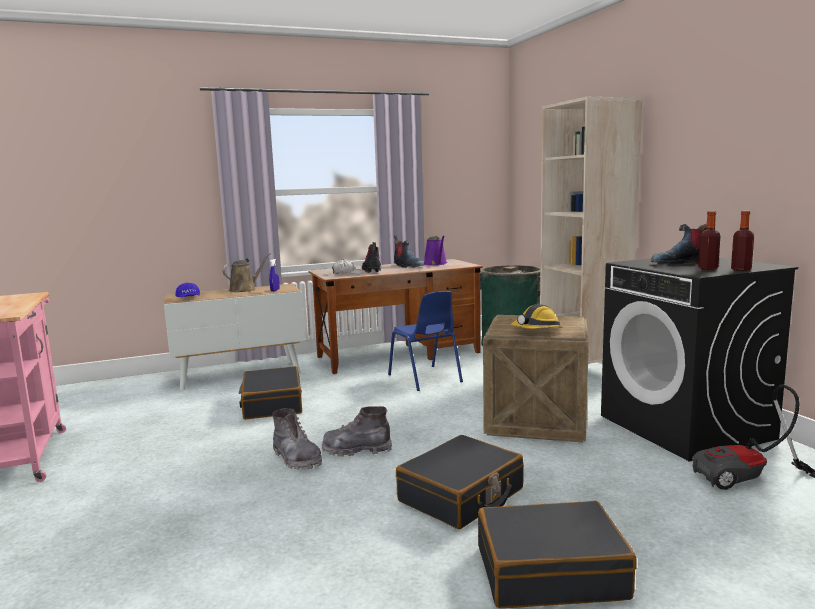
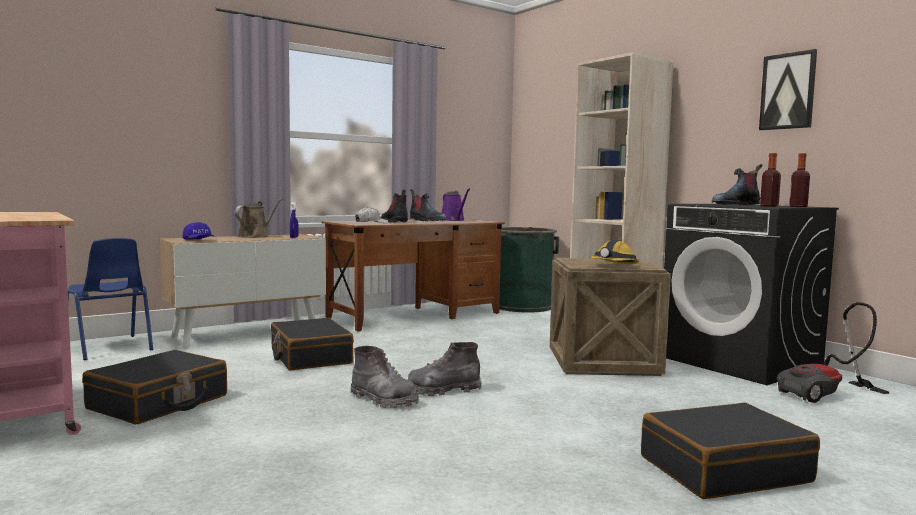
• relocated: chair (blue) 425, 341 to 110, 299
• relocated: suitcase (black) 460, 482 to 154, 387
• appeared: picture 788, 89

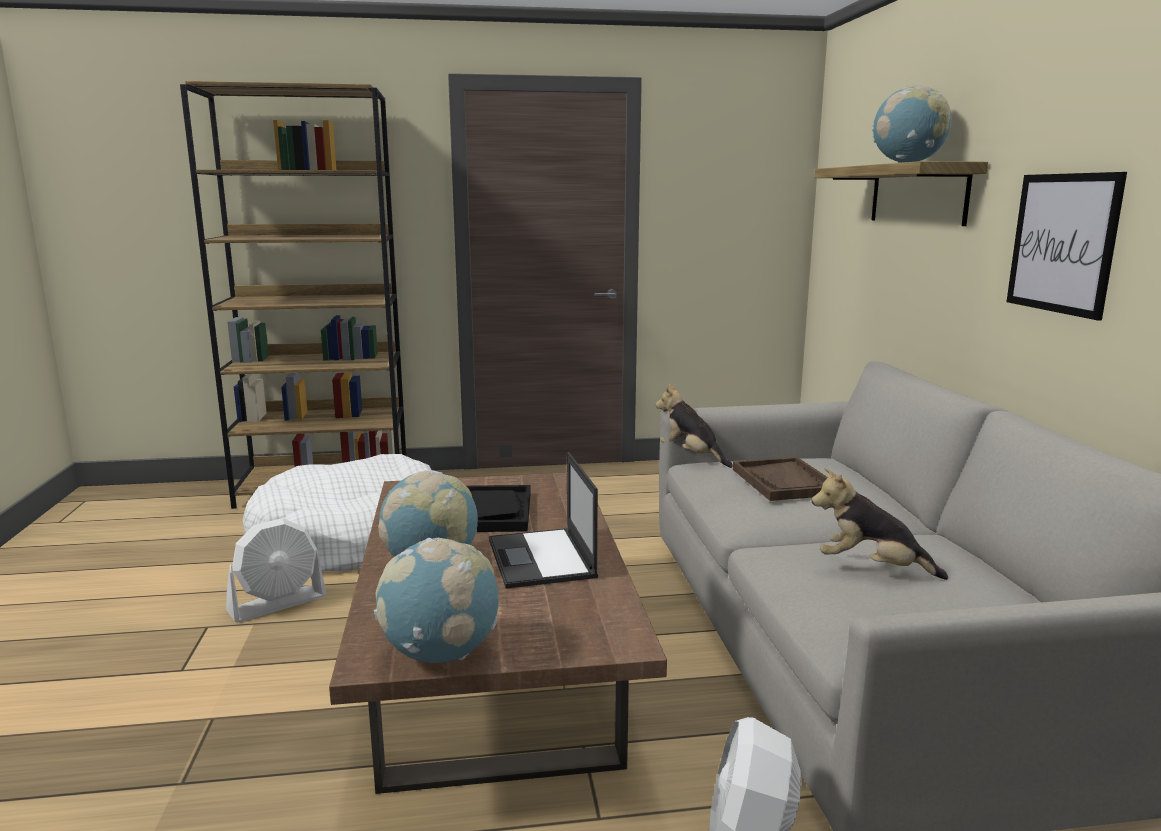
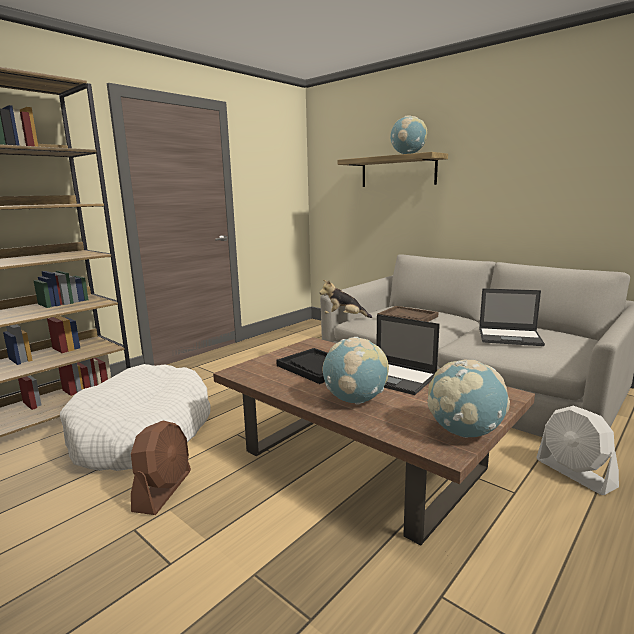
• colour: fan (white) 276, 570 to fan (brown) 161, 468
• exchanged: plush toy 880, 524 to laptop 512, 317
• missing: picture 1066, 246

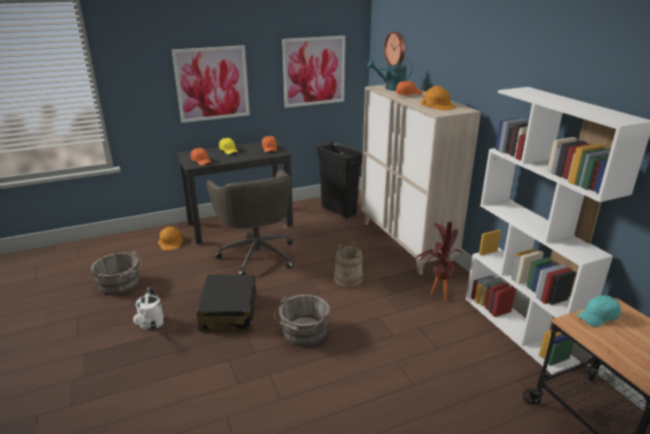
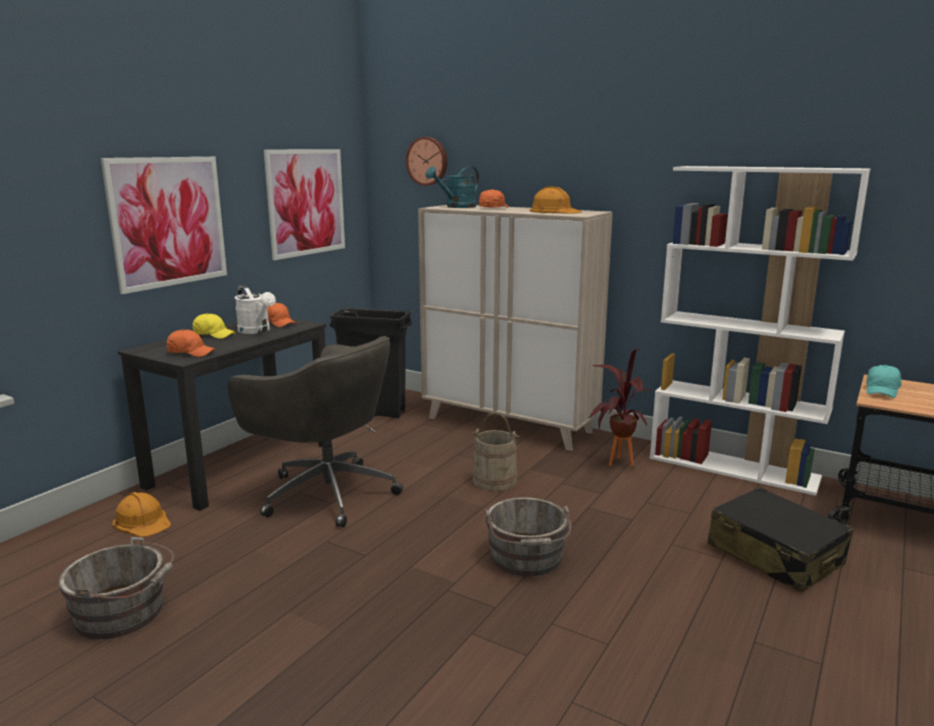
• relocated: watering can (white) 149, 308 to 255, 309
• relocated: suitcase (black) 226, 302 to 780, 540

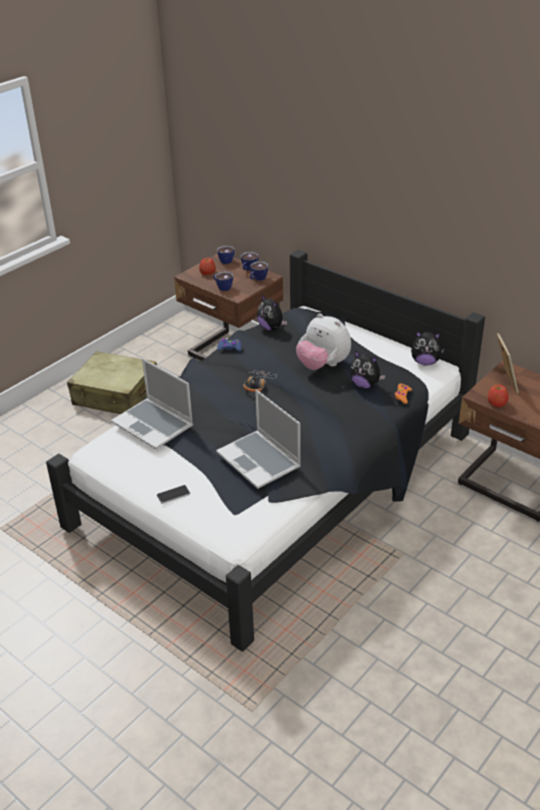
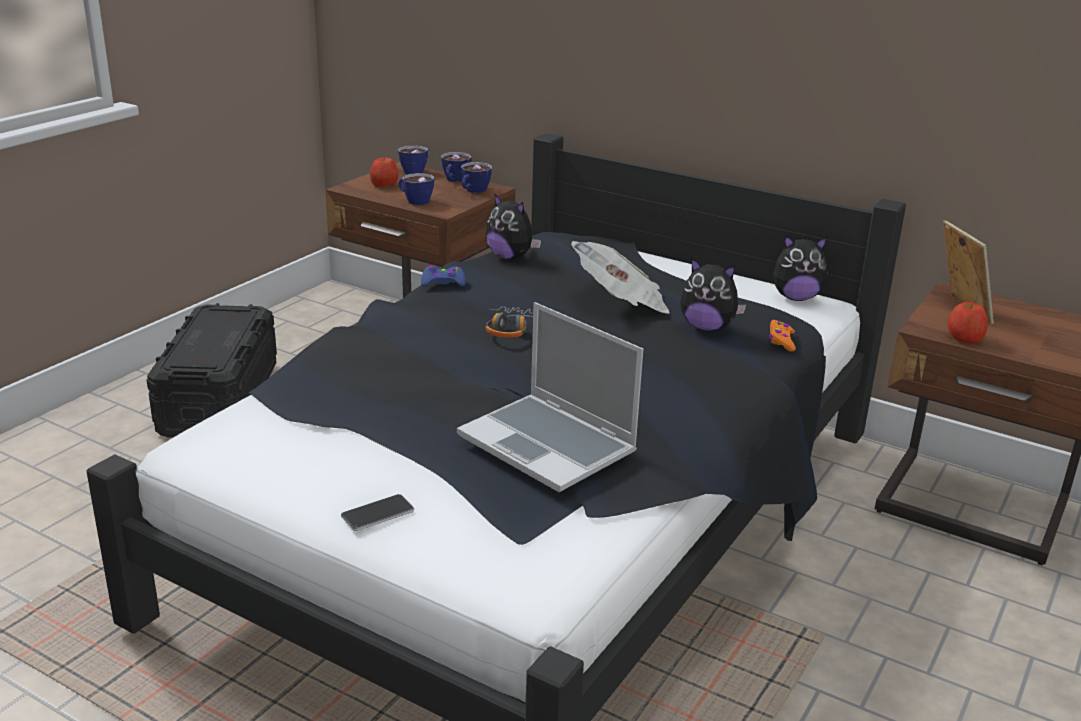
• exchanged: suitcase (beige) 112, 382 to storage box (black) 212, 370
• exchanged: plush toy 323, 342 to newspaper 620, 277
• missing: laptop 152, 403

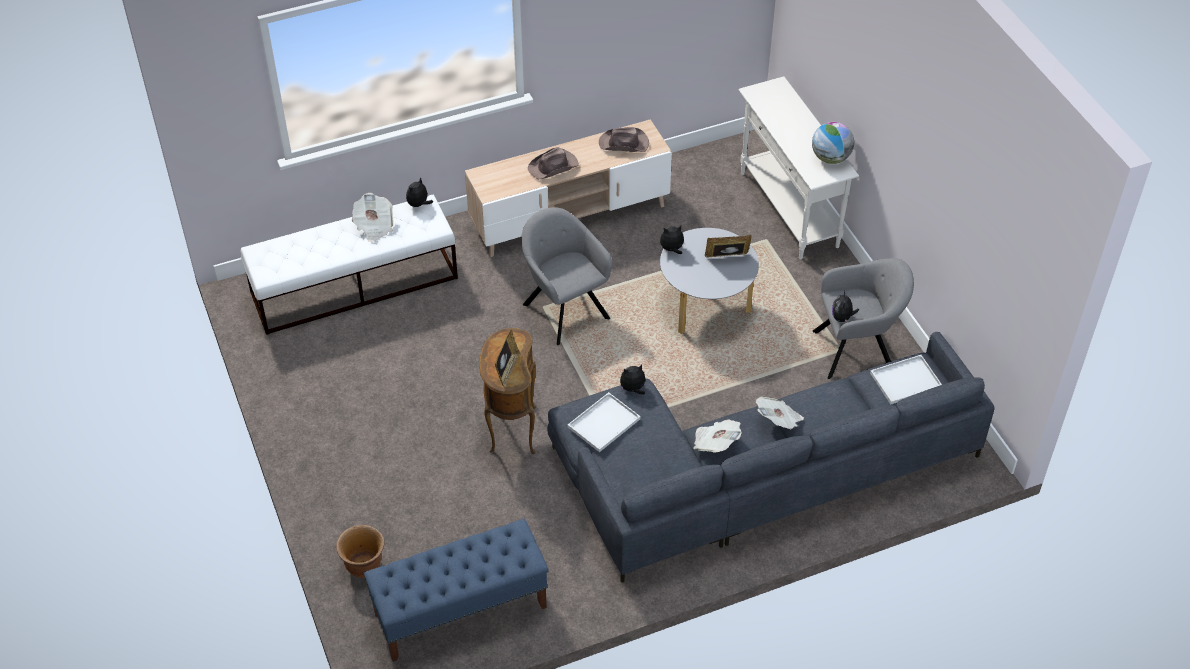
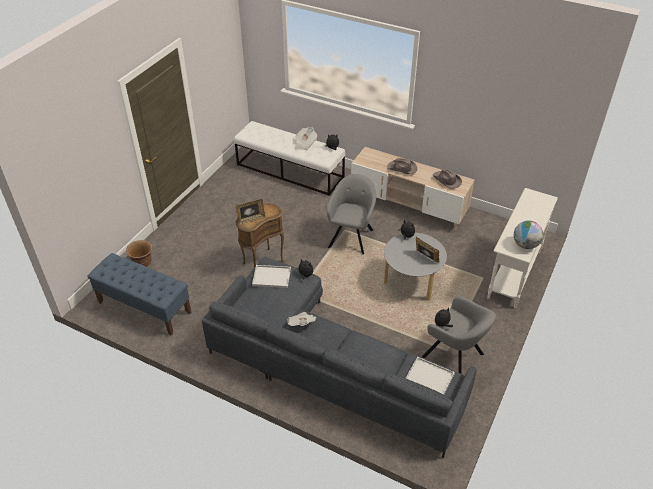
• missing: newspaper 780, 413

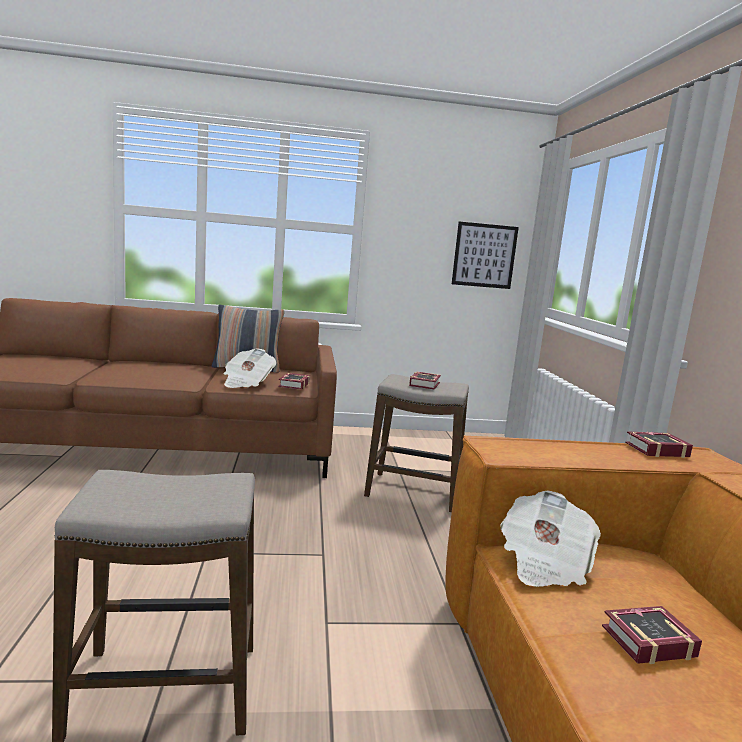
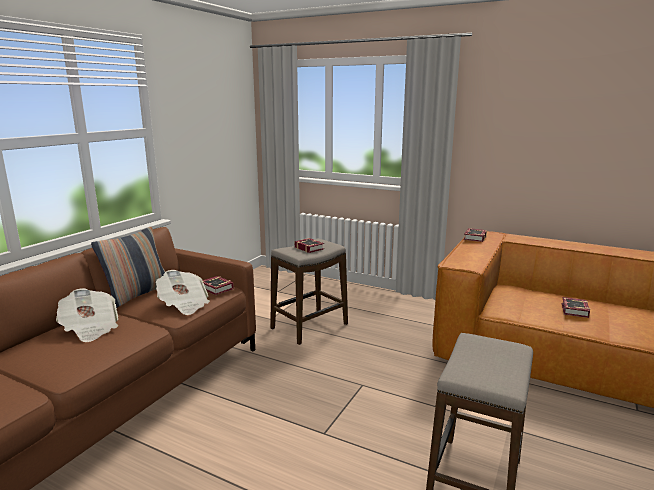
• relocated: newspaper 550, 539 to 87, 315
• missing: picture 485, 255

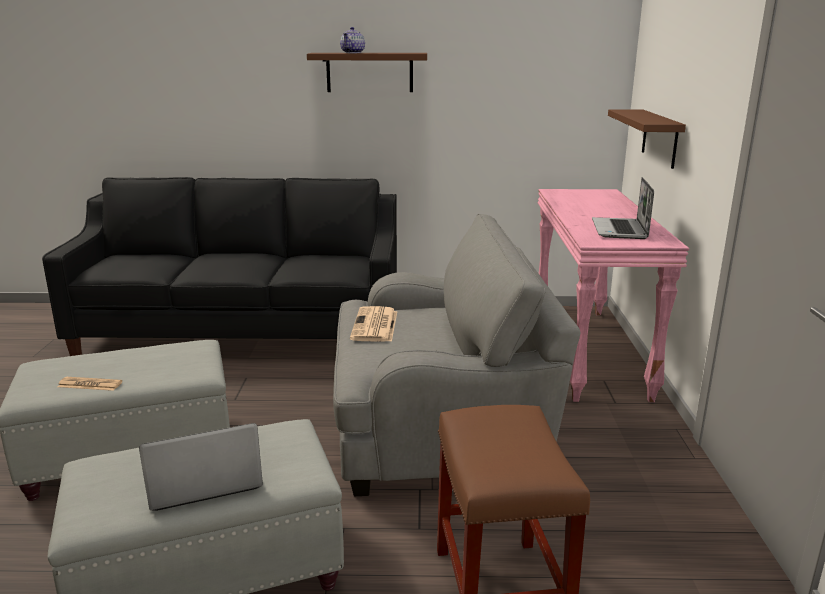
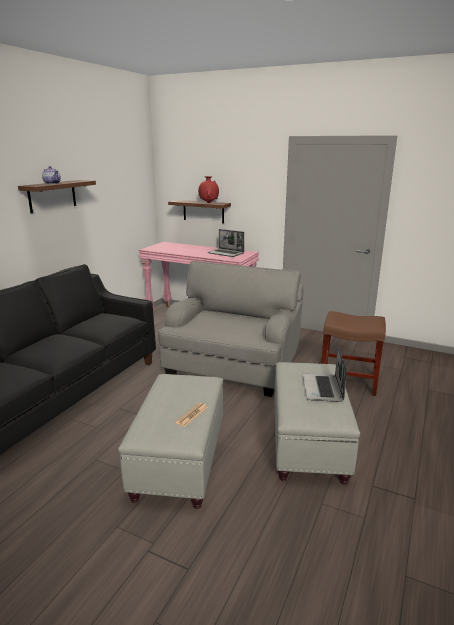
• appeared: vase (red) 208, 189
• missing: newspaper 373, 324

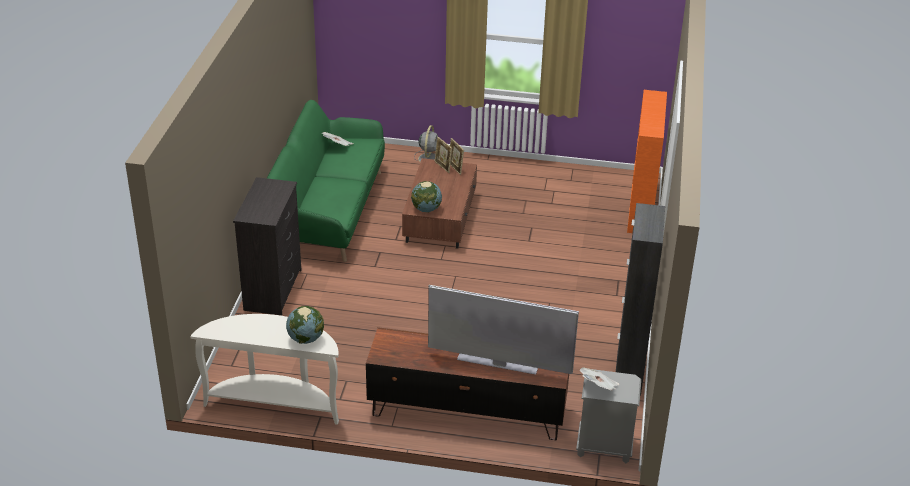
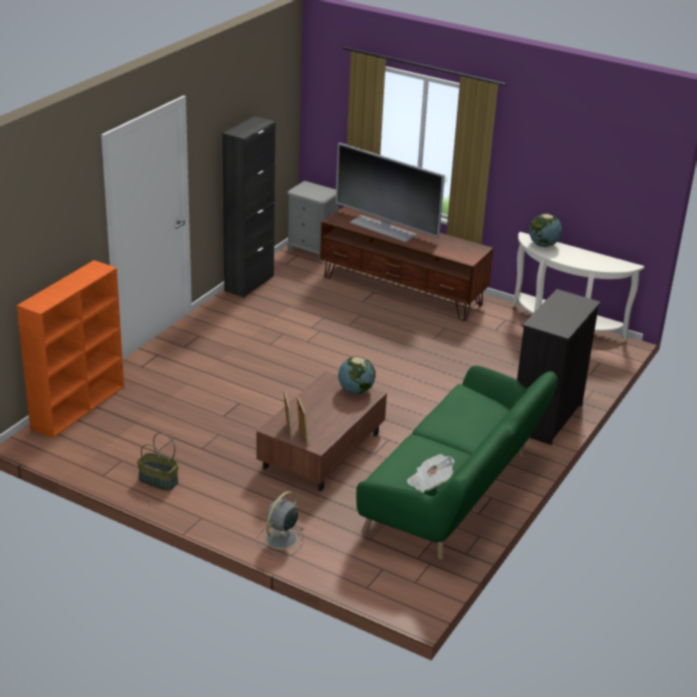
• appeared: basket 158, 462
• missing: newspaper 599, 379

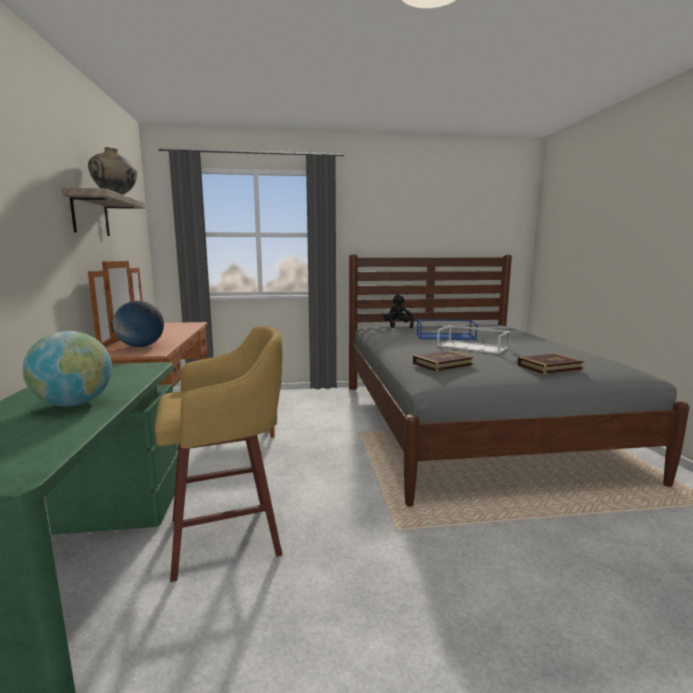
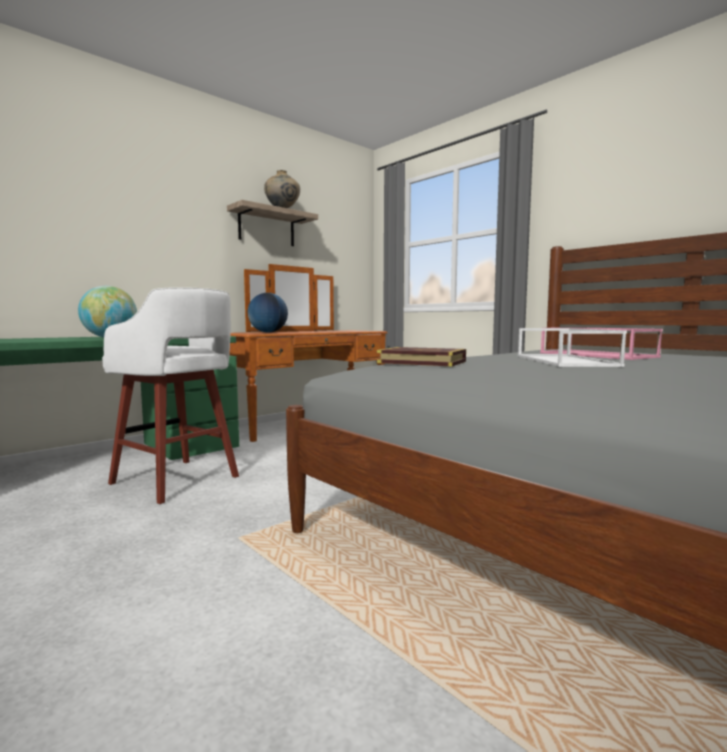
• colour: stool (yellow) 218, 454 to stool (white) 170, 395
• colour: tray (blue) 447, 329 to tray (pink) 601, 343
• missing: plush toy (black) 398, 311
• missing: book 551, 363

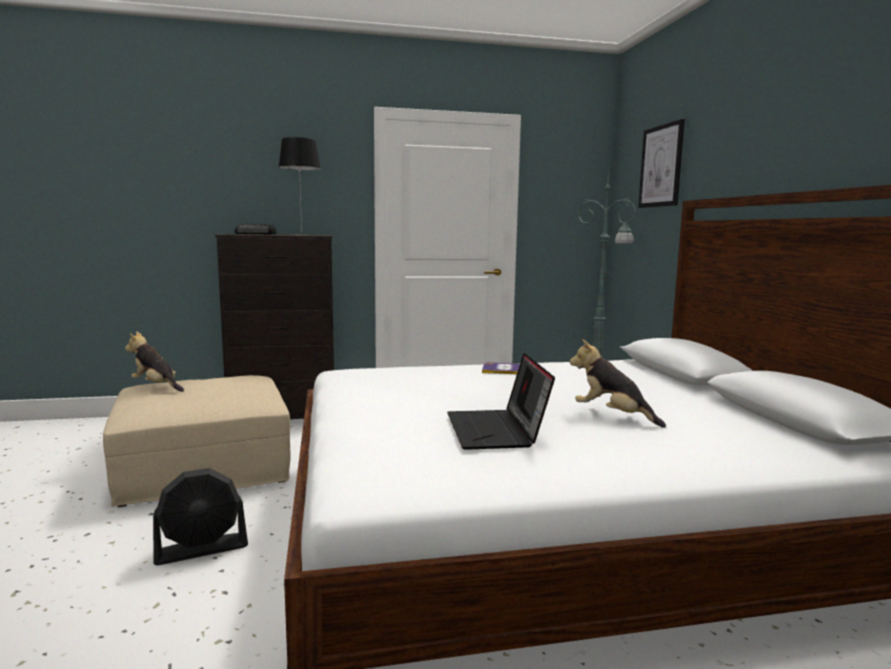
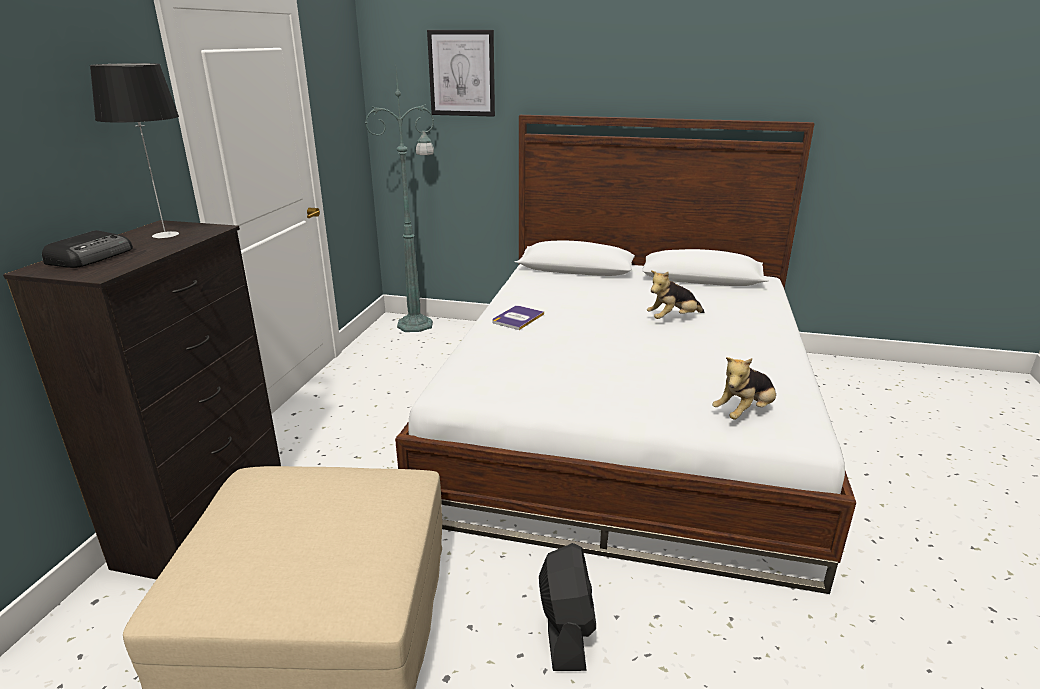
• relocated: plush toy 154, 361 to 744, 388
• missing: laptop 501, 401

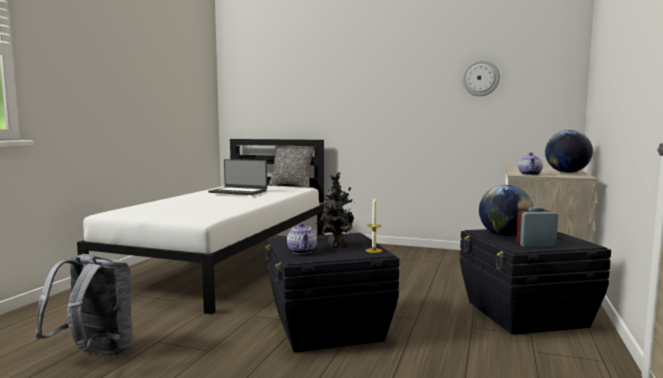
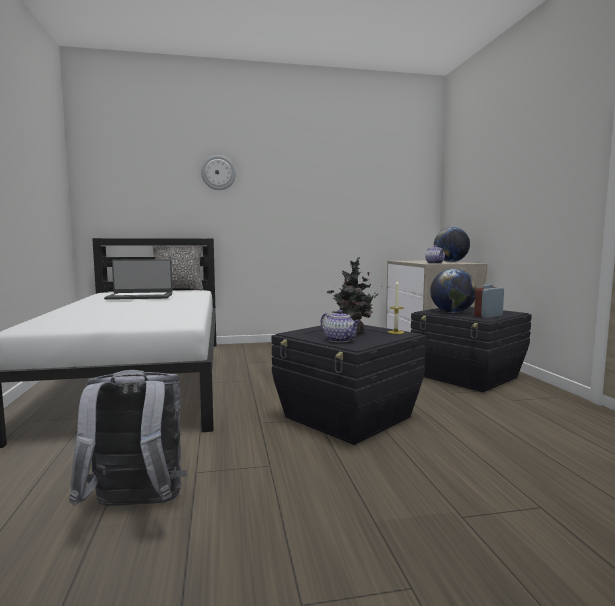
• relocated: wall clock 481, 78 to 218, 172

